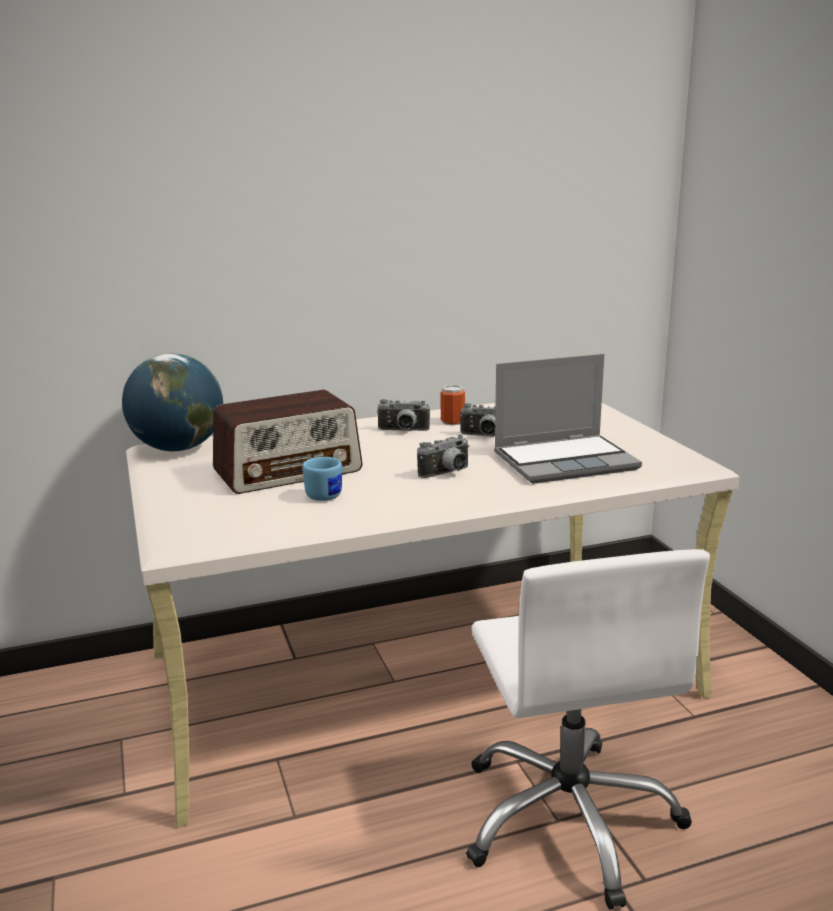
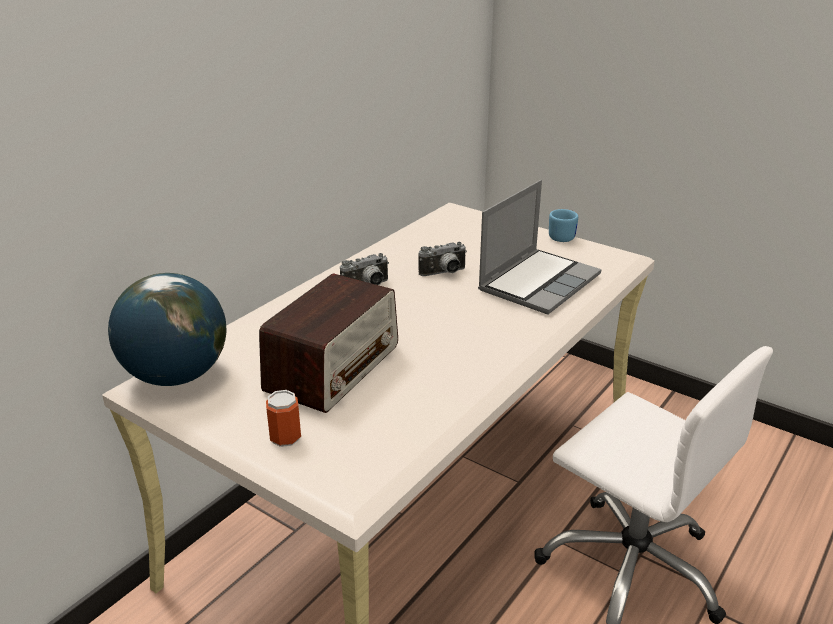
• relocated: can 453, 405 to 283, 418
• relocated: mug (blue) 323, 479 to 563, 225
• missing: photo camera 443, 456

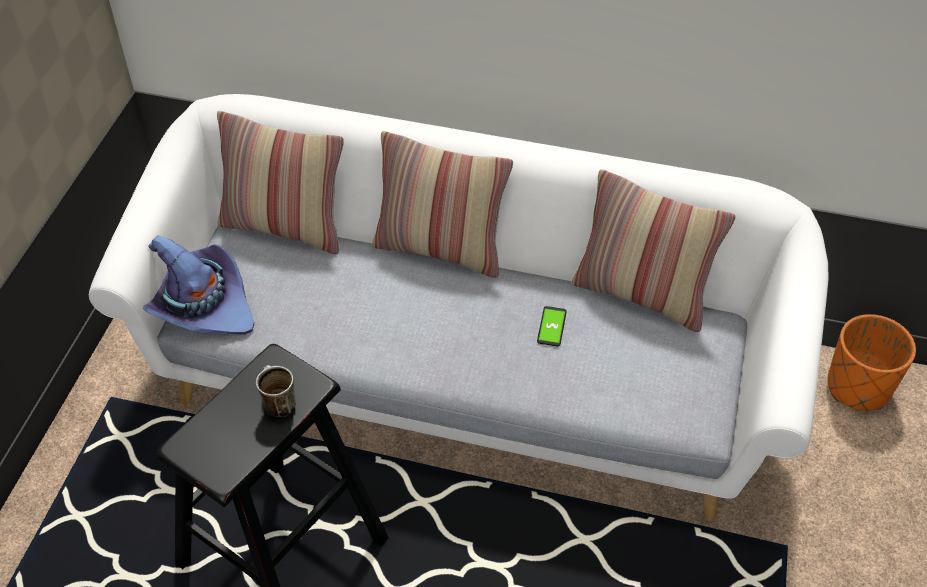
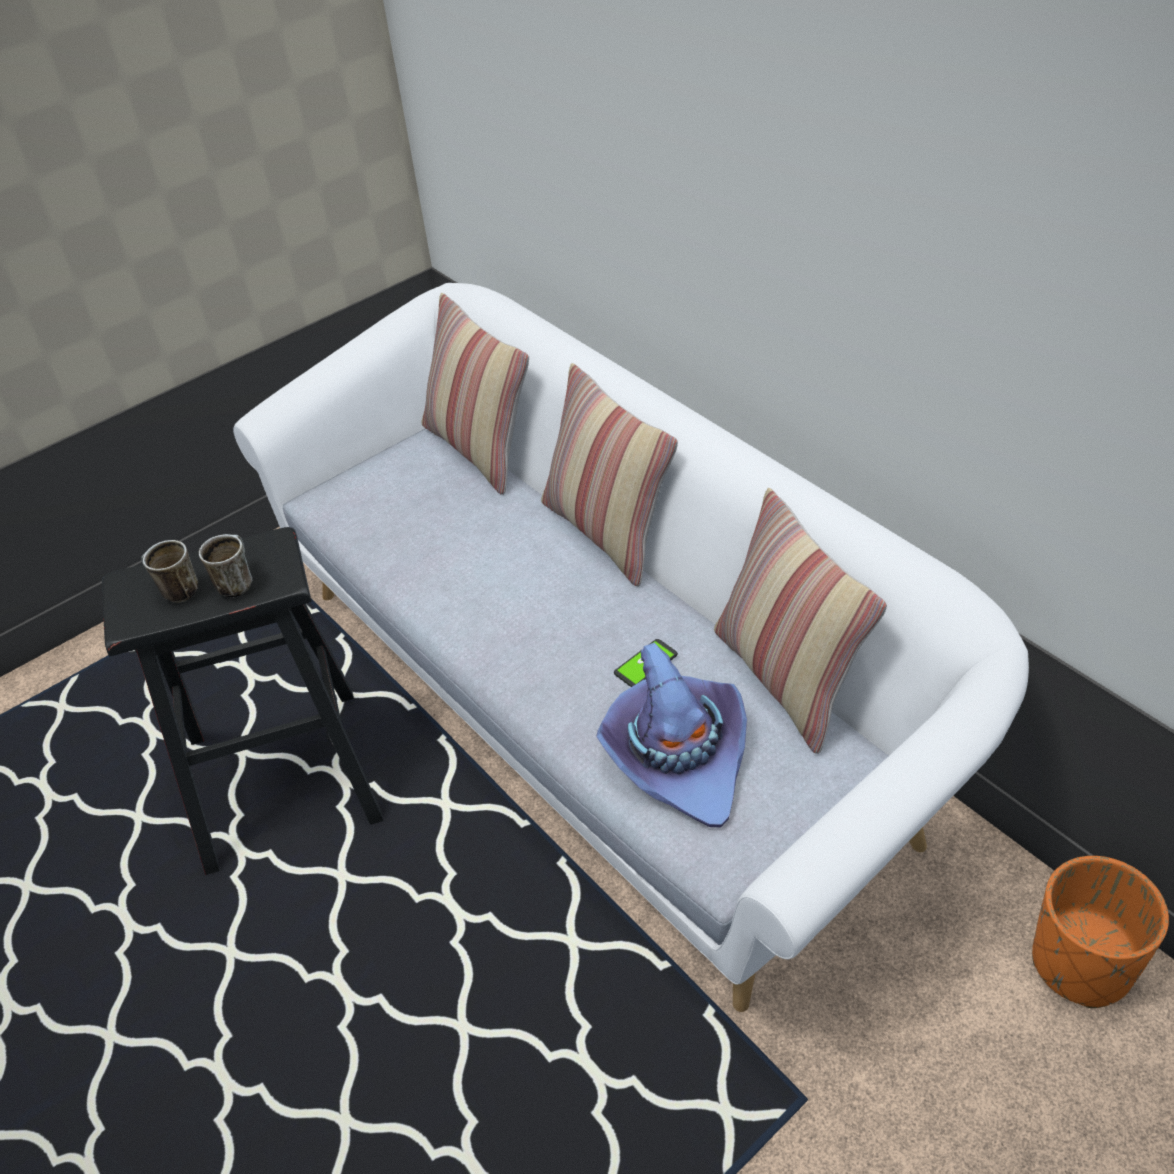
• appeared: mug 169, 571
• relocated: hat (purple) 198, 284 to 671, 735

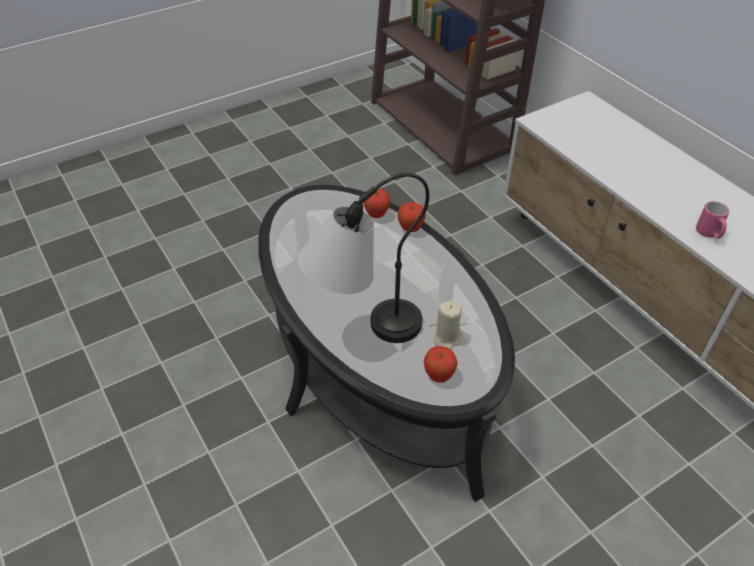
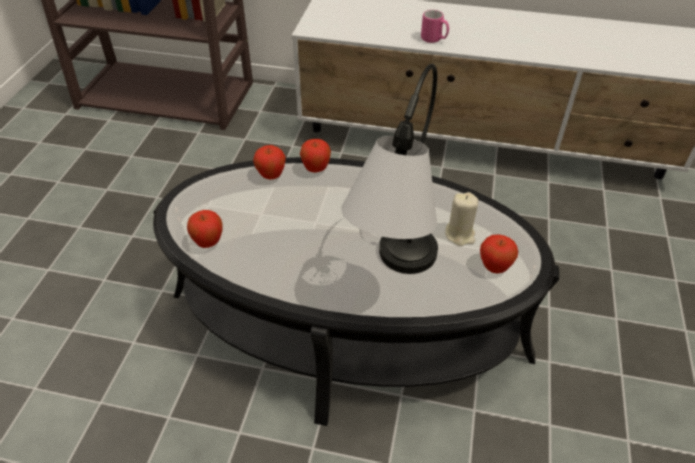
• appeared: apple 205, 229
• relocated: mug (pink) 712, 219 to 435, 26

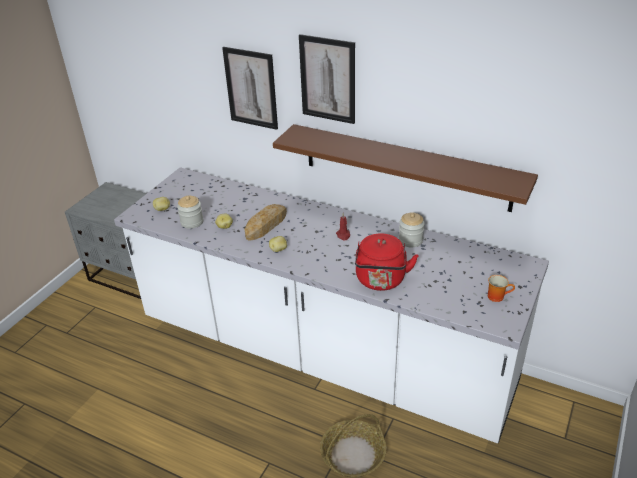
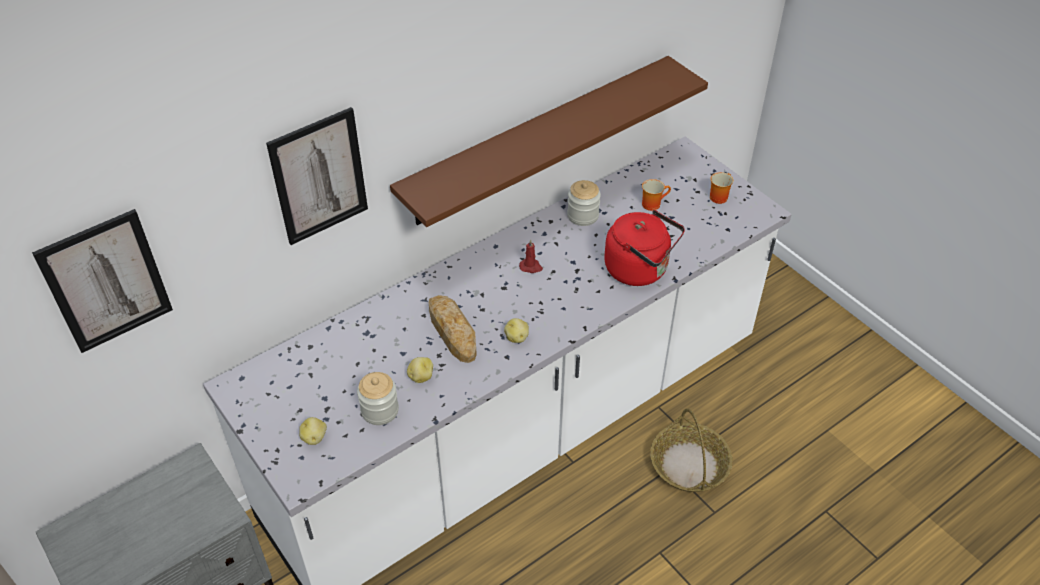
• relocated: picture 327, 79 to 102, 281
• appeared: mug 656, 195

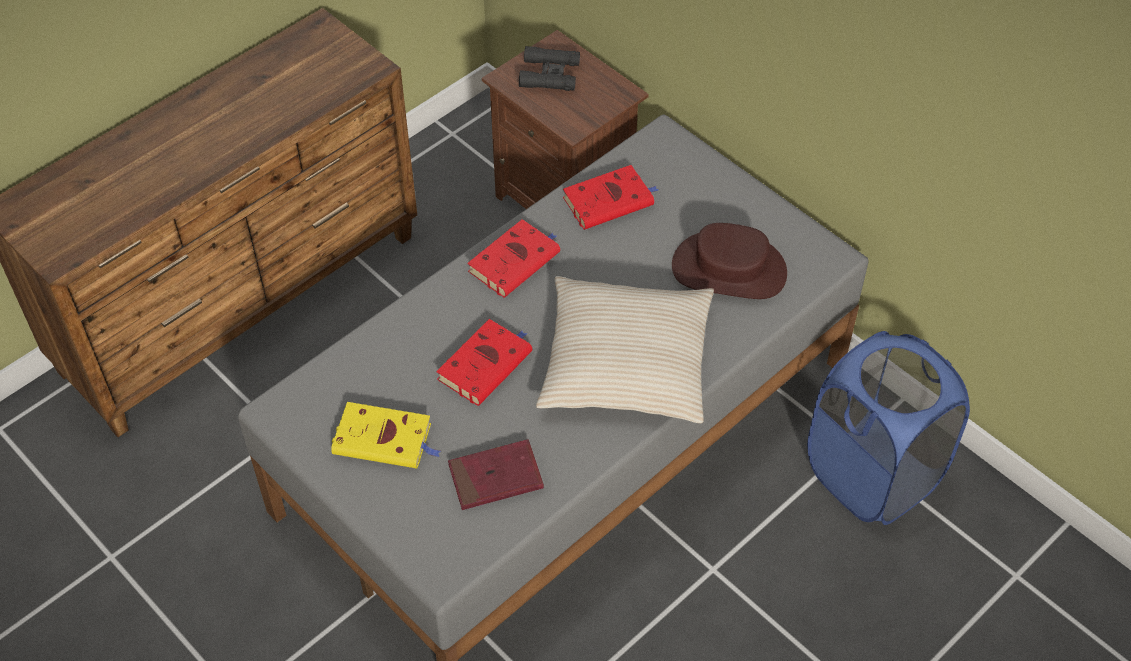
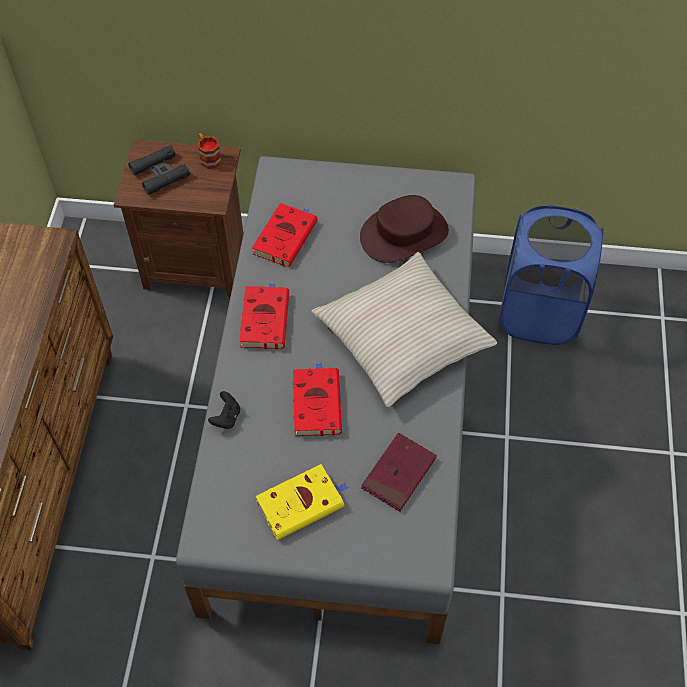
• appeared: mug 210, 151
• appeared: game controller (black) 224, 410

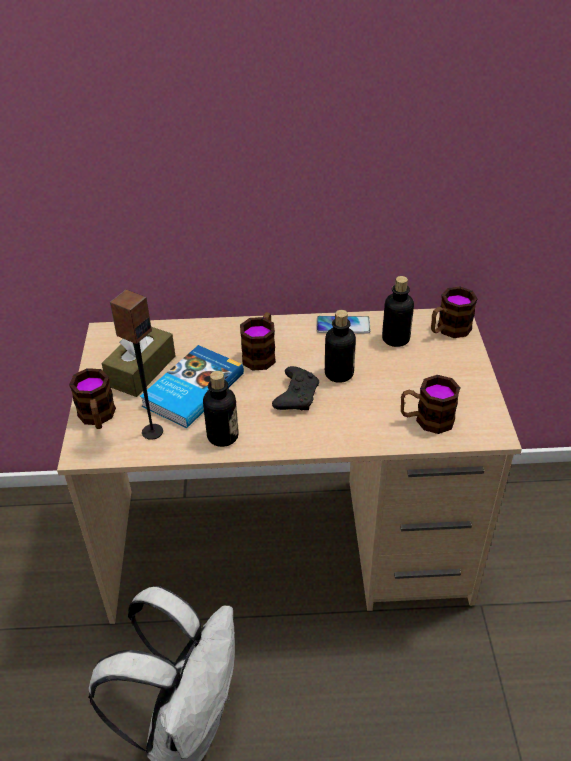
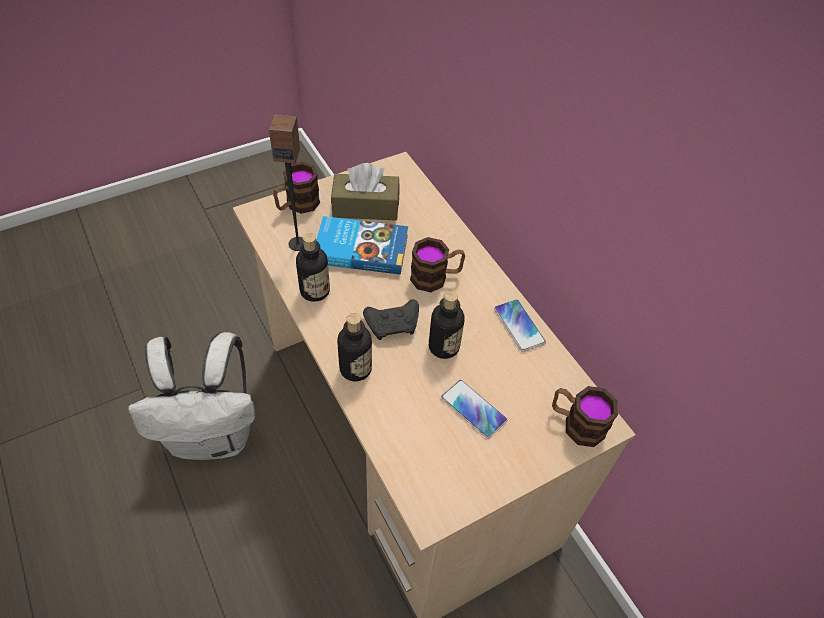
• relocated: bottle 398, 311 to 354, 347
• appeared: phone 474, 409
• missing: mug 431, 404

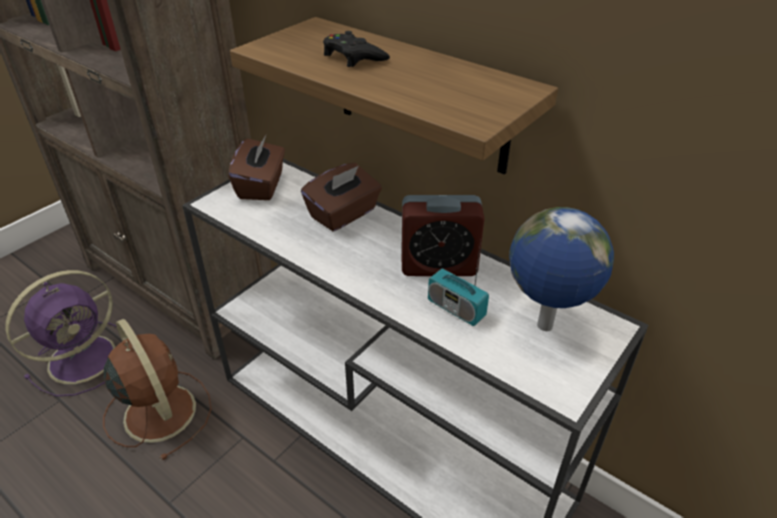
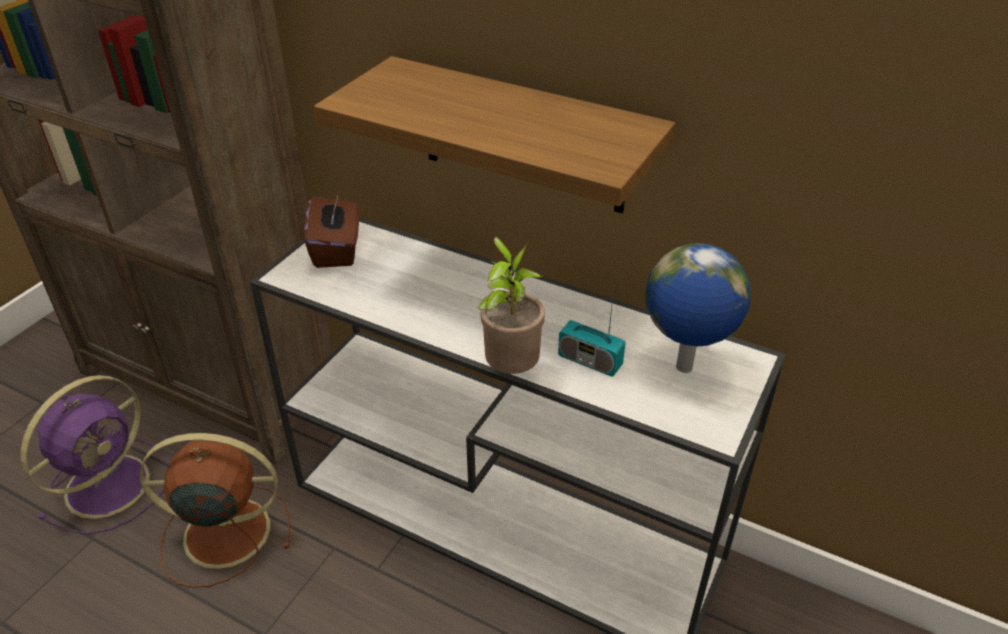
• spun: fan (brown) 157, 390 = 215, 510 45 degrees counterclockwise
• appeared: potted plant 511, 305
• missing: tissue box (brown) 341, 197
• missing: game controller (black) 356, 49
• missing: alarm clock 442, 235

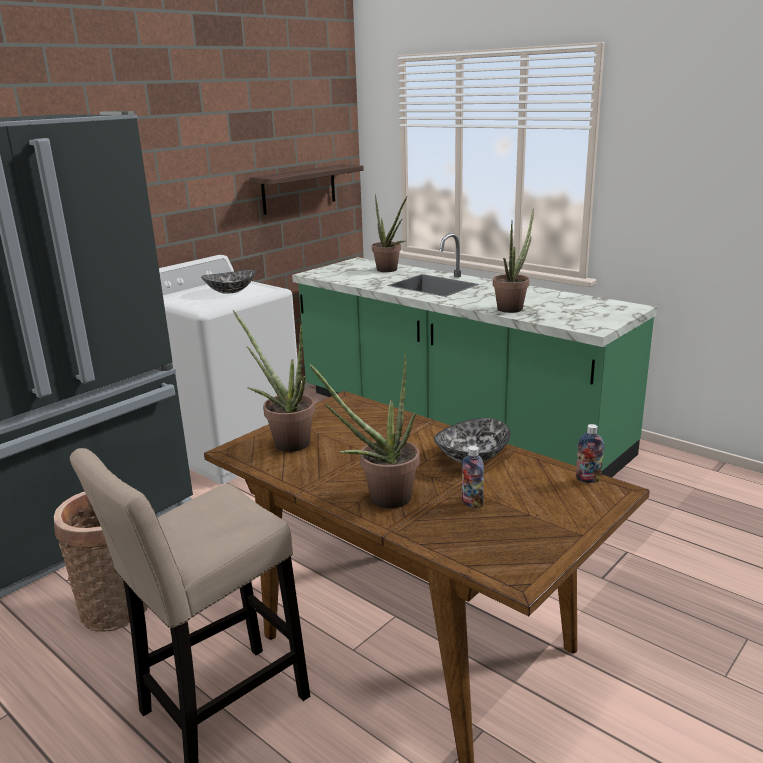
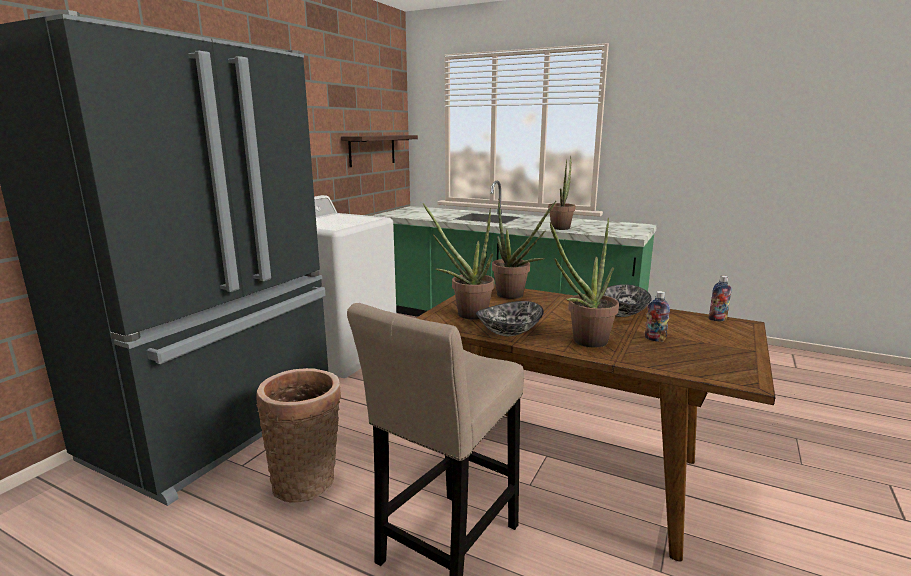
• relocated: bowl 228, 282 to 510, 318
• relocated: potted plant 389, 233 to 524, 249

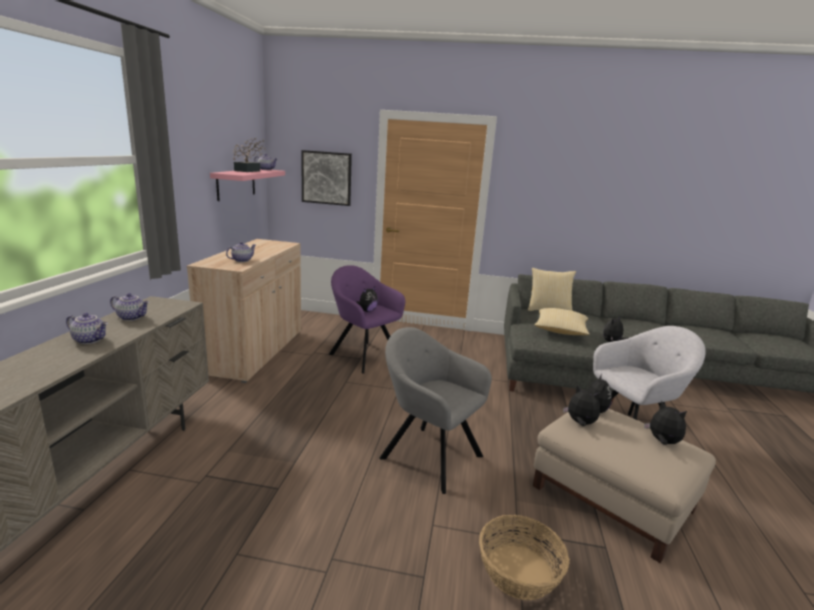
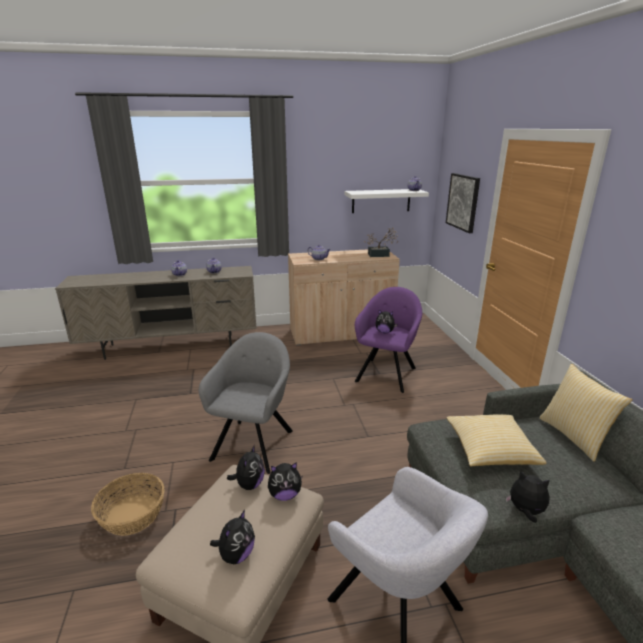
• colour: shelf (pink) 247, 185 to shelf (white) 386, 201
• relocated: potted plant 249, 155 to 381, 242

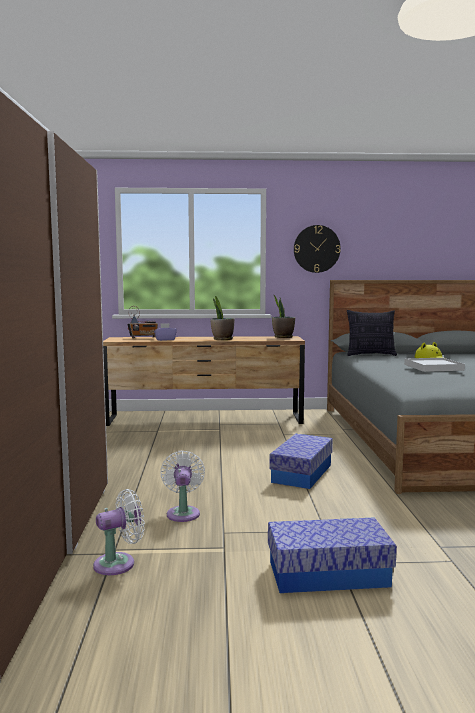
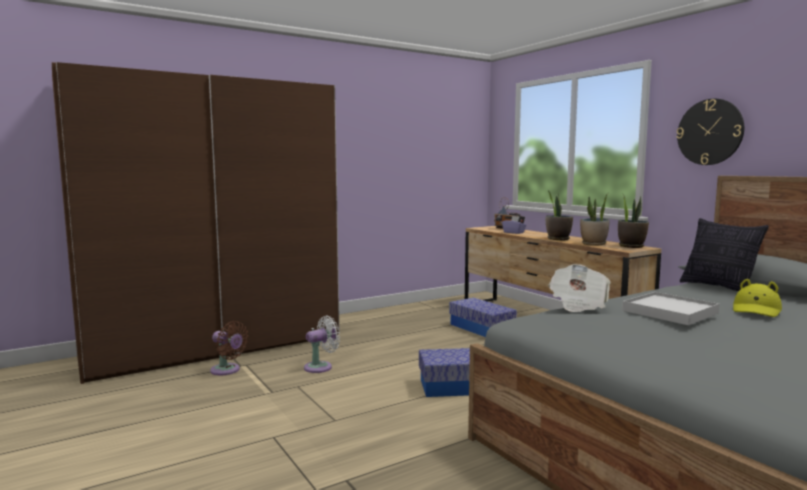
• colour: fan (white) 119, 532 to fan (brown) 229, 348
• relocated: storage box 332, 555 to 483, 317
• appeared: newspaper 579, 288
• appeared: potted plant 594, 220

